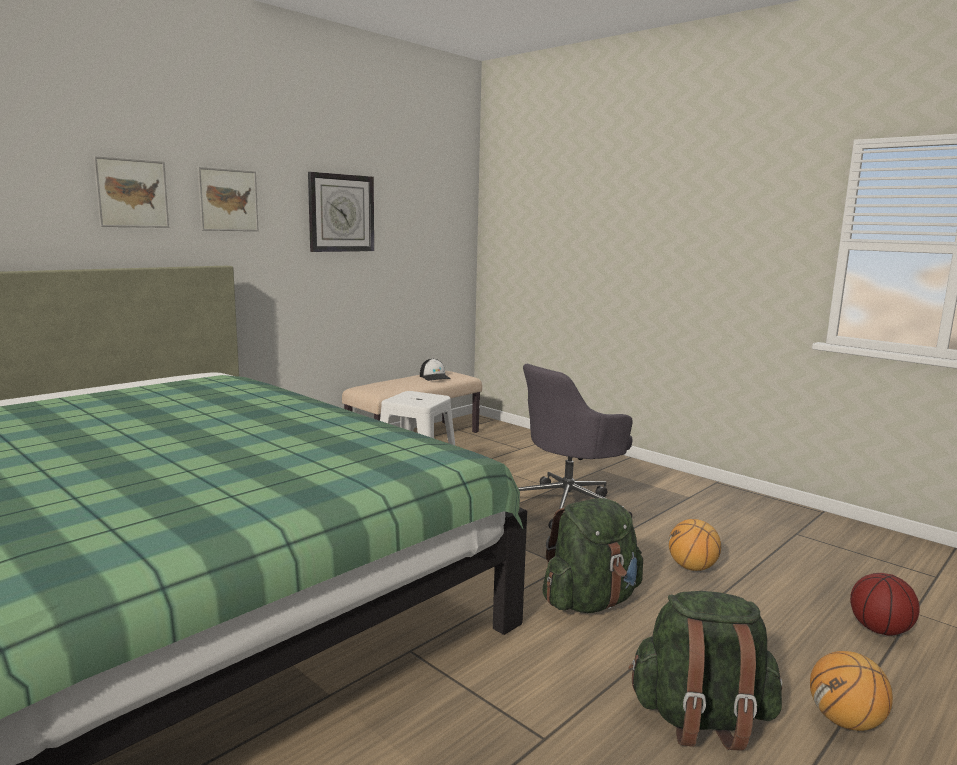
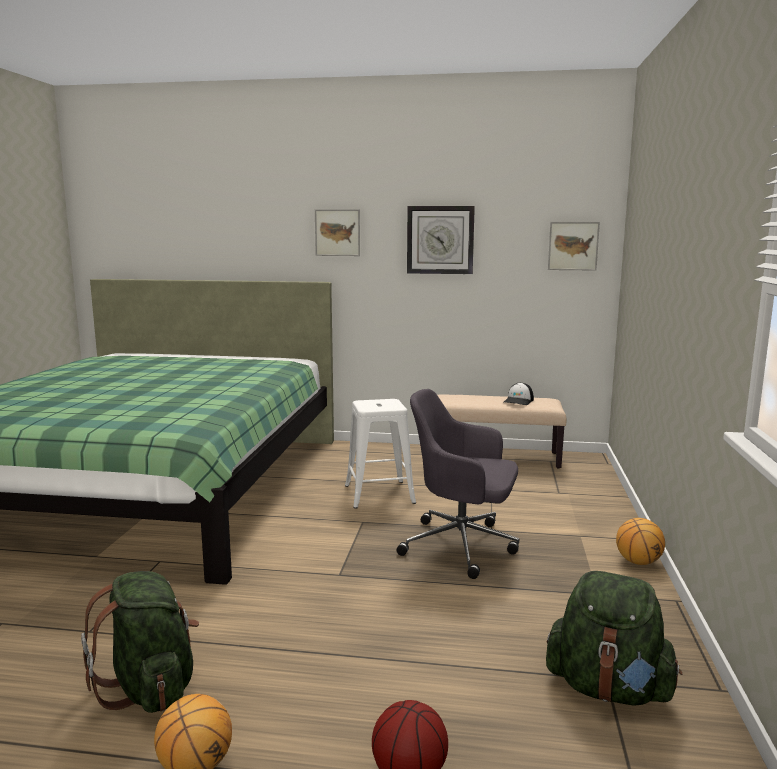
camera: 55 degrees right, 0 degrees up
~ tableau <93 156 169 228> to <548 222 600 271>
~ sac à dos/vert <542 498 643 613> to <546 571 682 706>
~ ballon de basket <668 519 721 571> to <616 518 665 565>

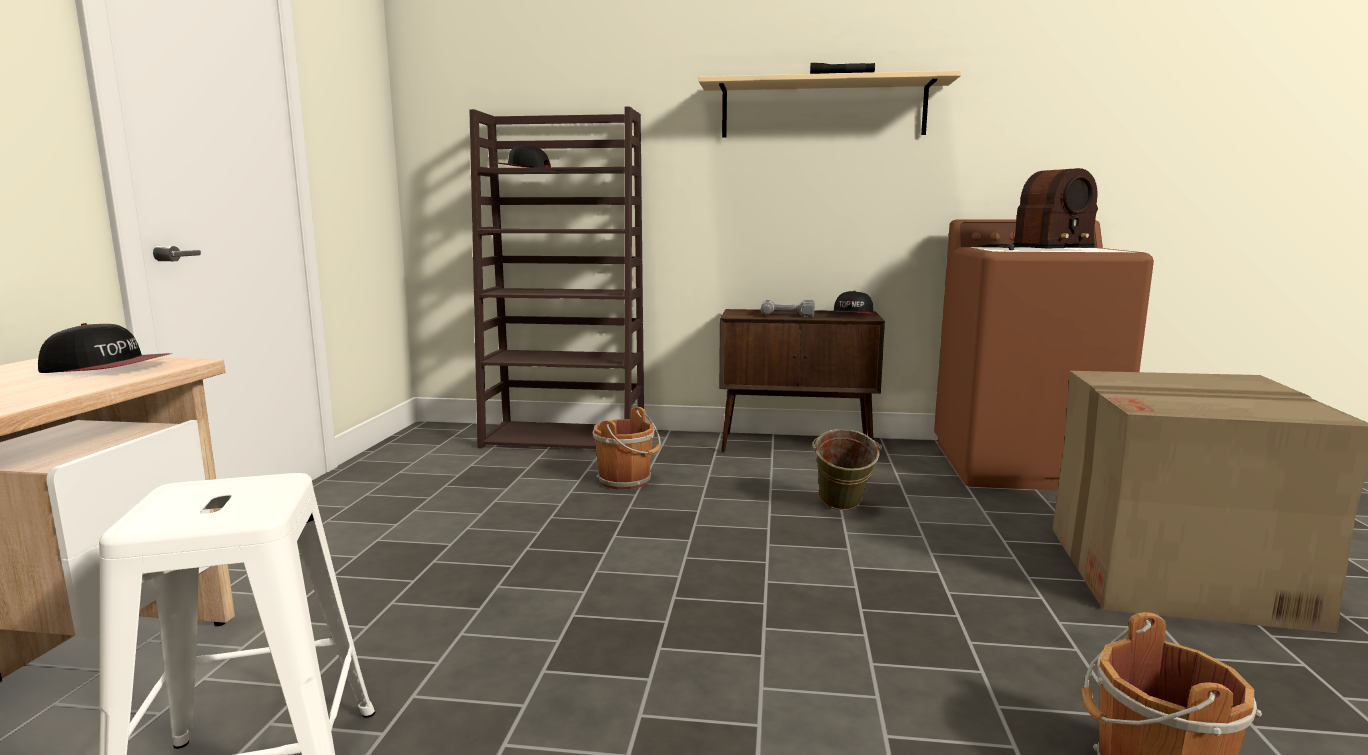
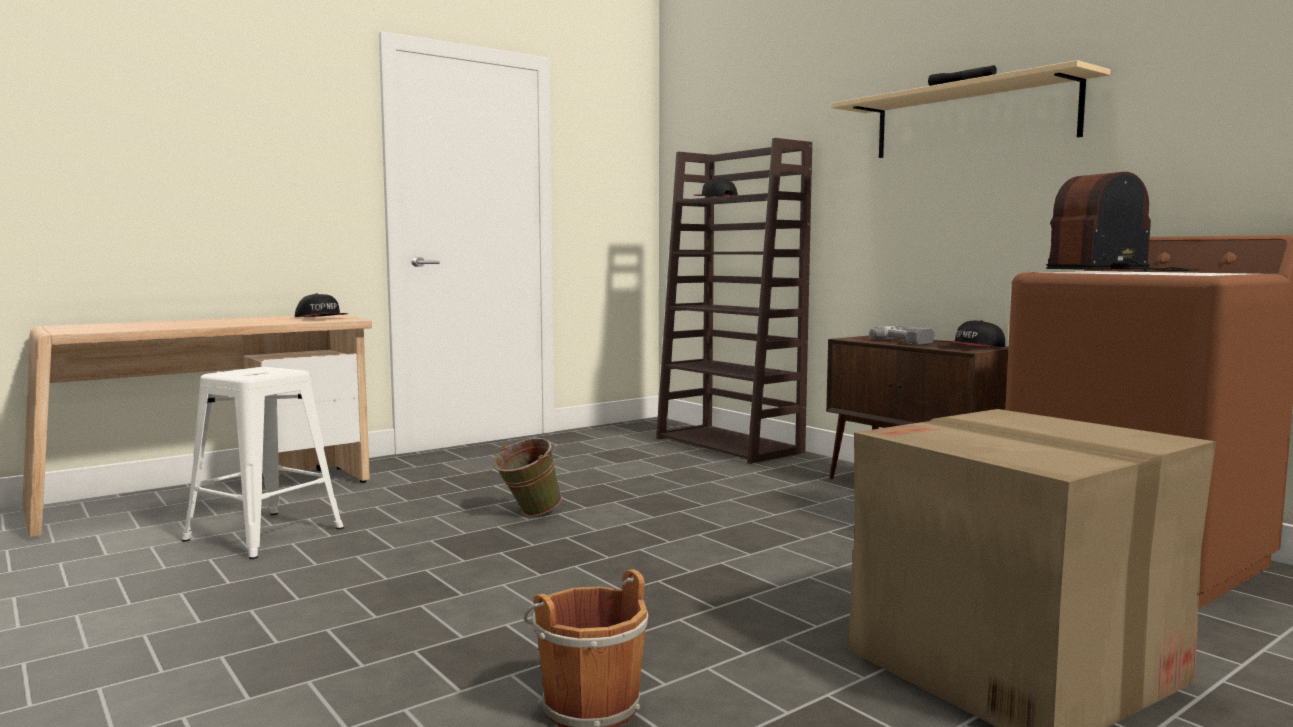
camera: 45 degrees right, 5 degrees down
~ radio <977 168 1098 250> = <1046 172 1201 272> 135 degrees clockwise
- seau/marron <593 407 661 490>
~ seau/vert <812 429 882 510> to <493 438 562 516>

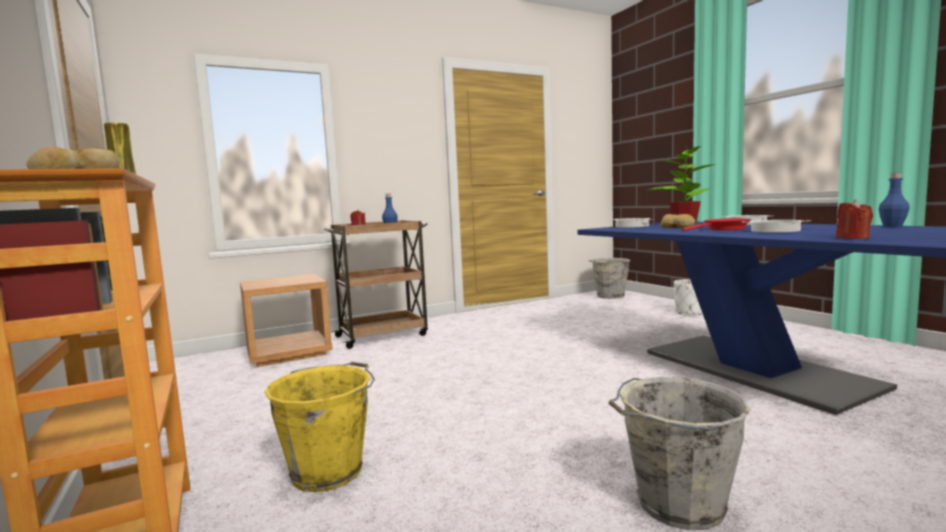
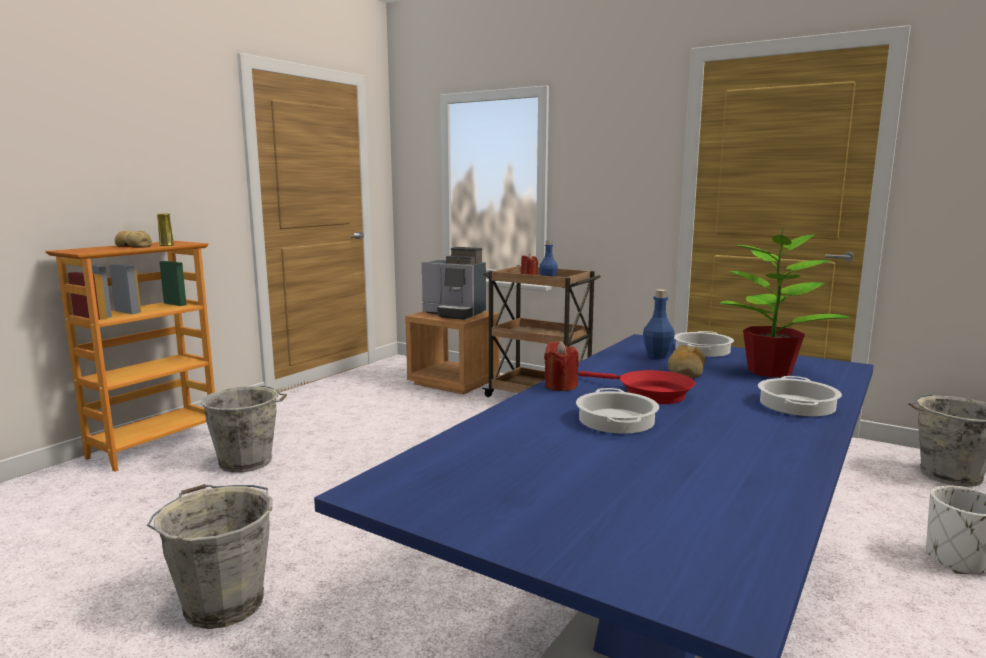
camera: 60 degrees right, 5 degrees up
~ bouteille/bleu <879 173 910 227> to <643 289 675 359>
~ bougie/rouge <836 199 873 239> to <544 341 579 391>
~ seau/jaune <264 362 375 492> to seau/gris <201 386 287 473>
+ machine à café <422 247 486 320>

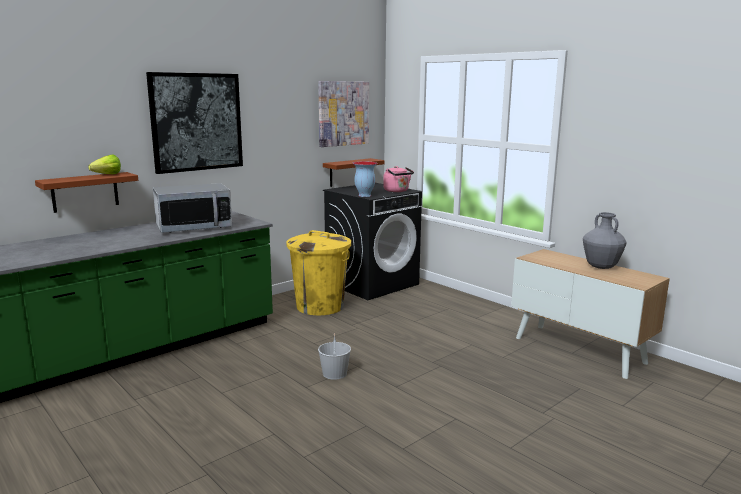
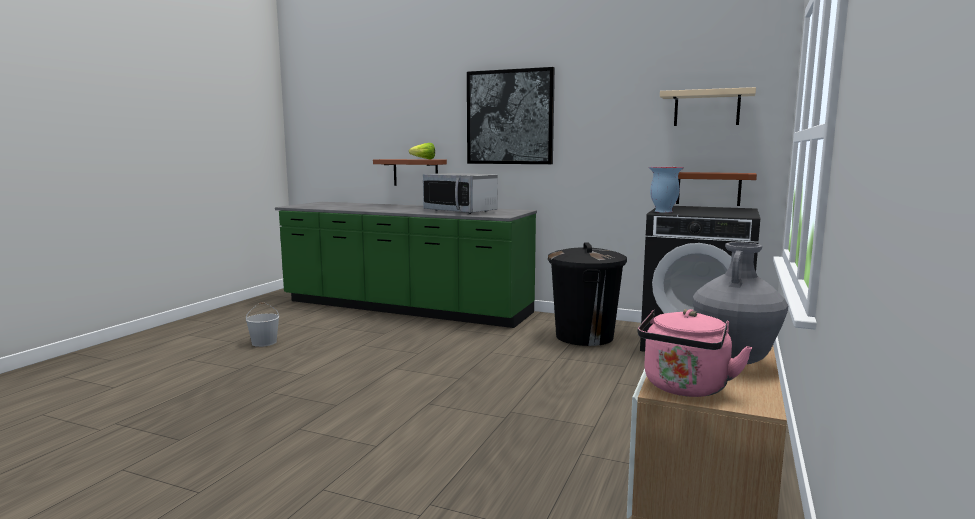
camera: 65 degrees right, 5 degrees down
~ tableau <318 81 369 147> to étagère/beige <660 87 756 126>
~ bouilloire/rose <383 166 414 192> to <637 309 753 397>
~ poubelle/jaune <286 230 351 315> to poubelle/noir <548 243 627 346>
~ seau/blanc <318 333 351 380> to <246 303 279 347>

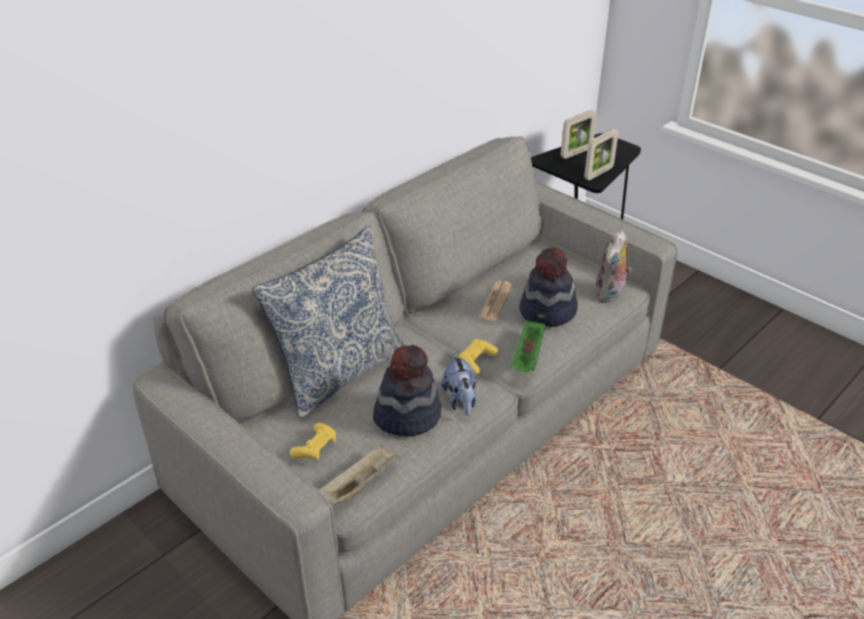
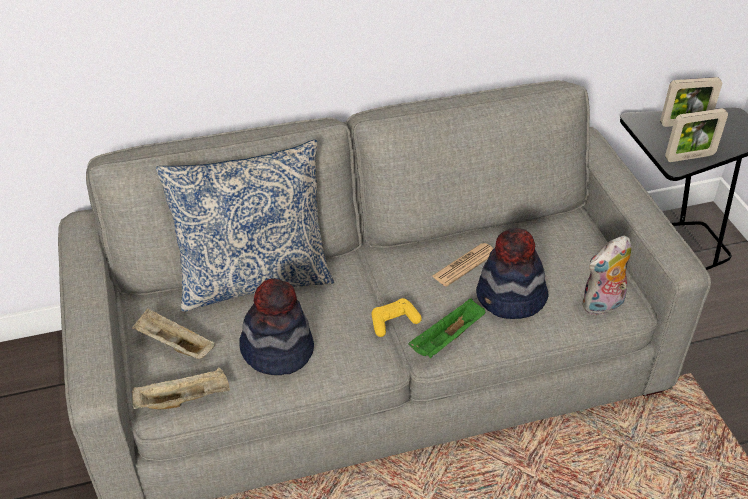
camera: 30 degrees right, 5 degrees up
- peluche <441 353 476 416>
~ manette/jaune <290 423 336 459> to plateau/beige <132 308 216 359>

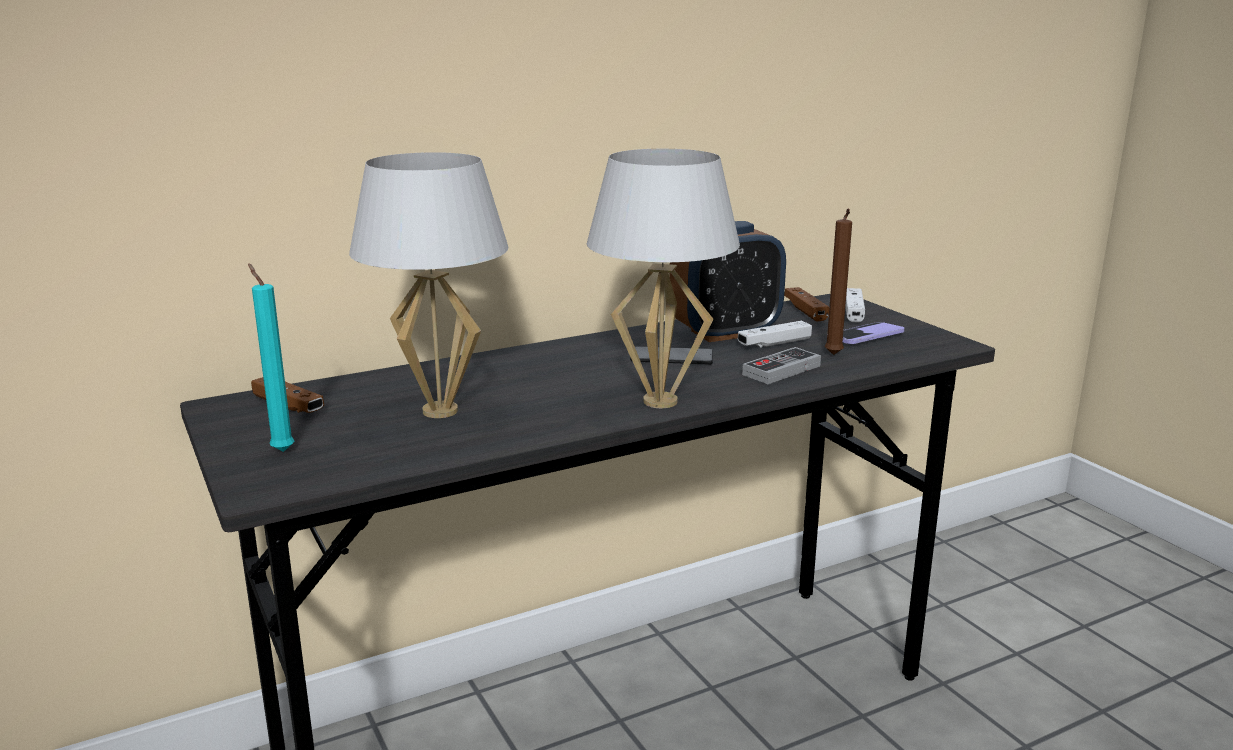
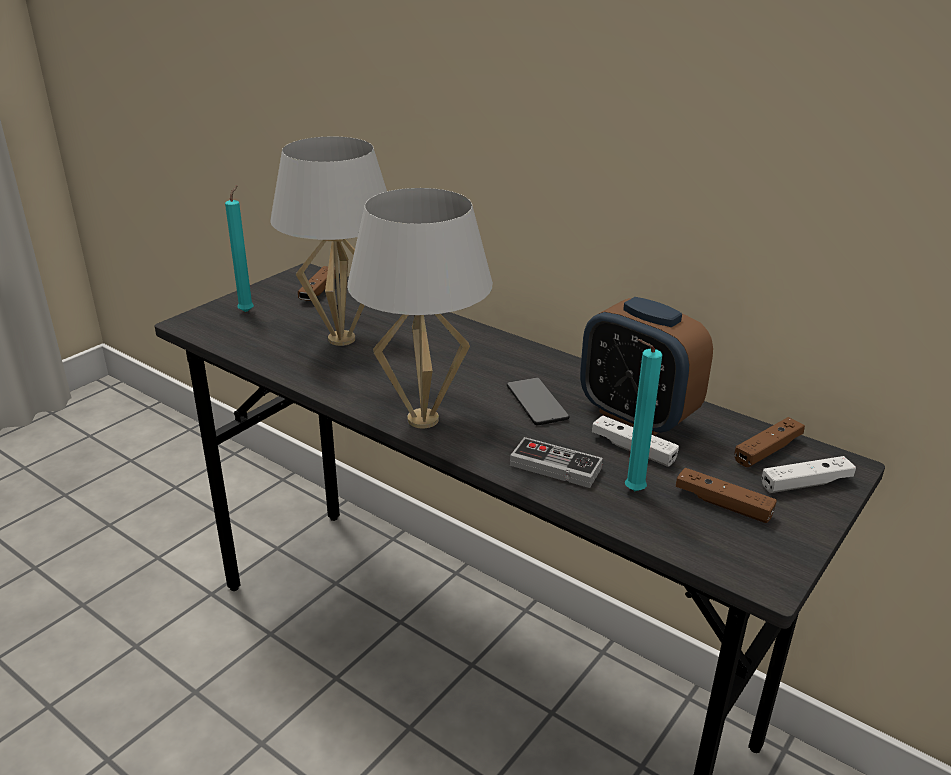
camera: 65 degrees right, 10 degrees up
~ bougie/marron <825 208 852 355> to bougie/turquoise <625 339 662 491>
~ téléphone <843 322 905 344> to manette/marron <676 468 777 523>

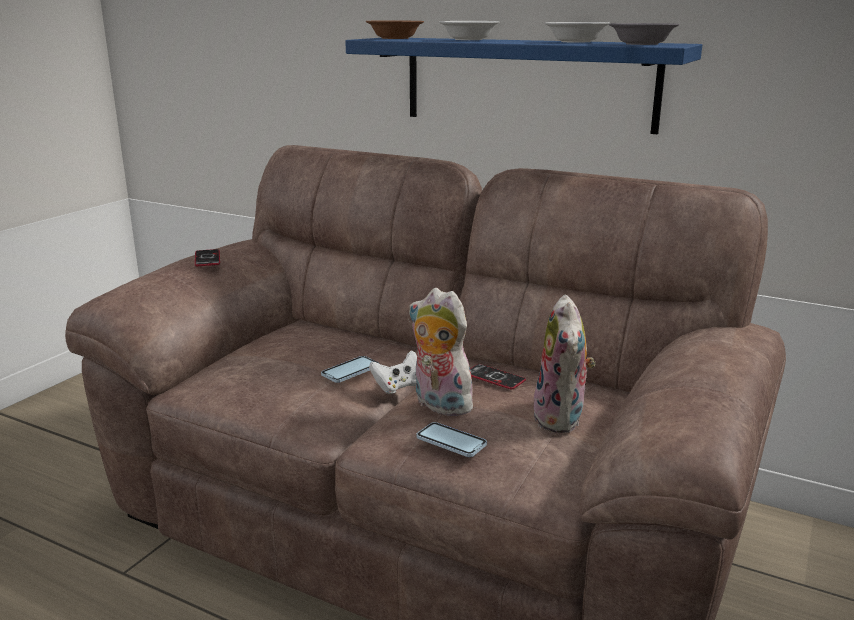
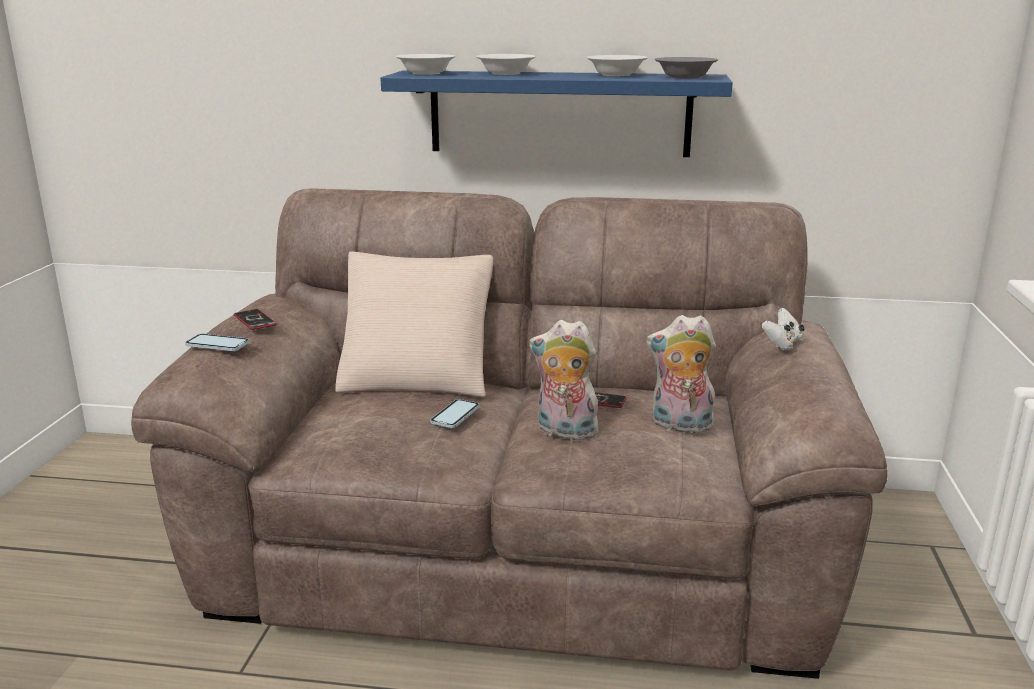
camera: 20 degrees left, 0 degrees up
~ bol/marron <366 21 424 39> to bol/blanc <396 54 456 75>
~ peluche <533 295 596 433> = <646 315 716 433> 120 degrees clockwise
~ manette/blanc <369 350 417 394> to <761 308 805 350>
~ téléphone <416 422 487 457> to <185 334 250 351>
+ coussin/beige <335 252 493 397>

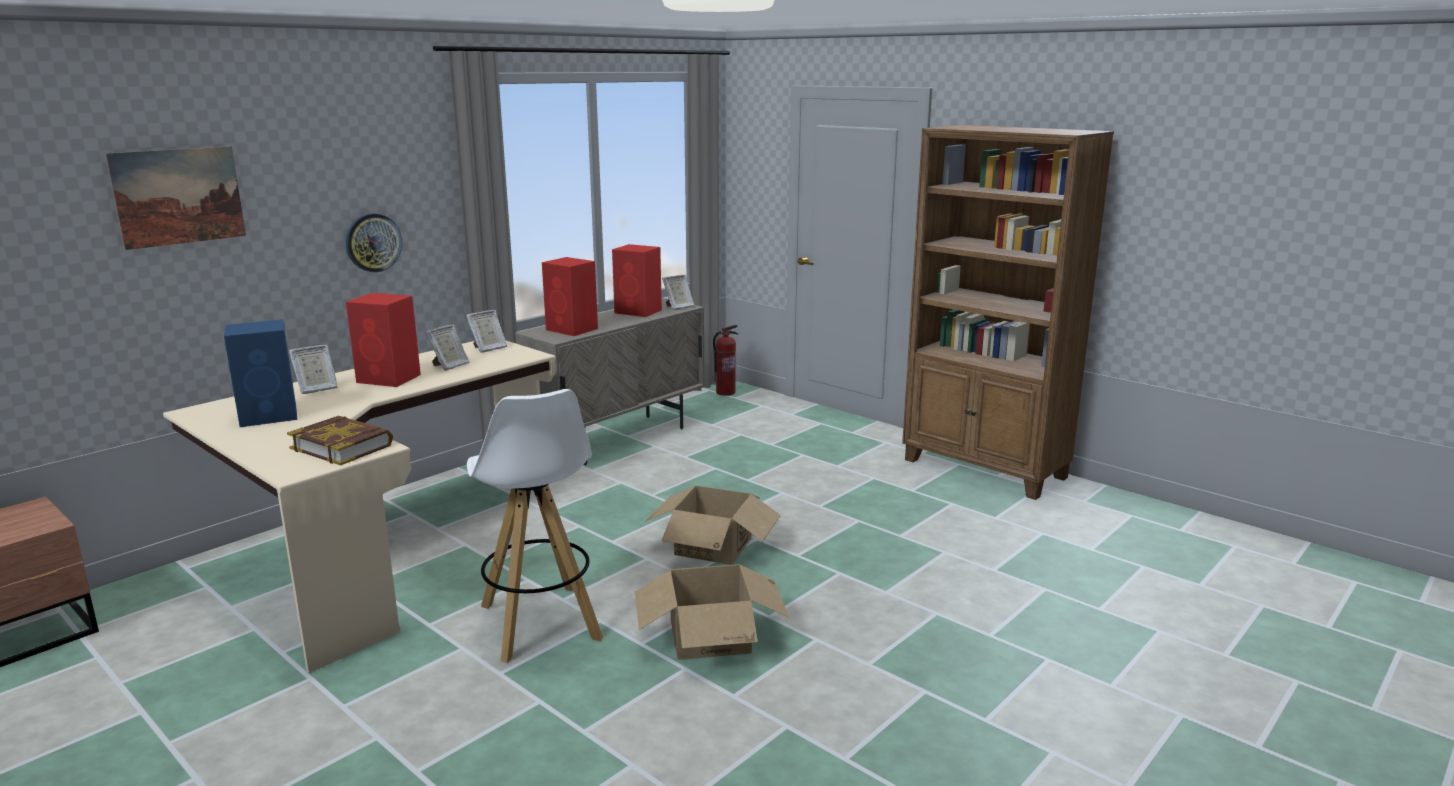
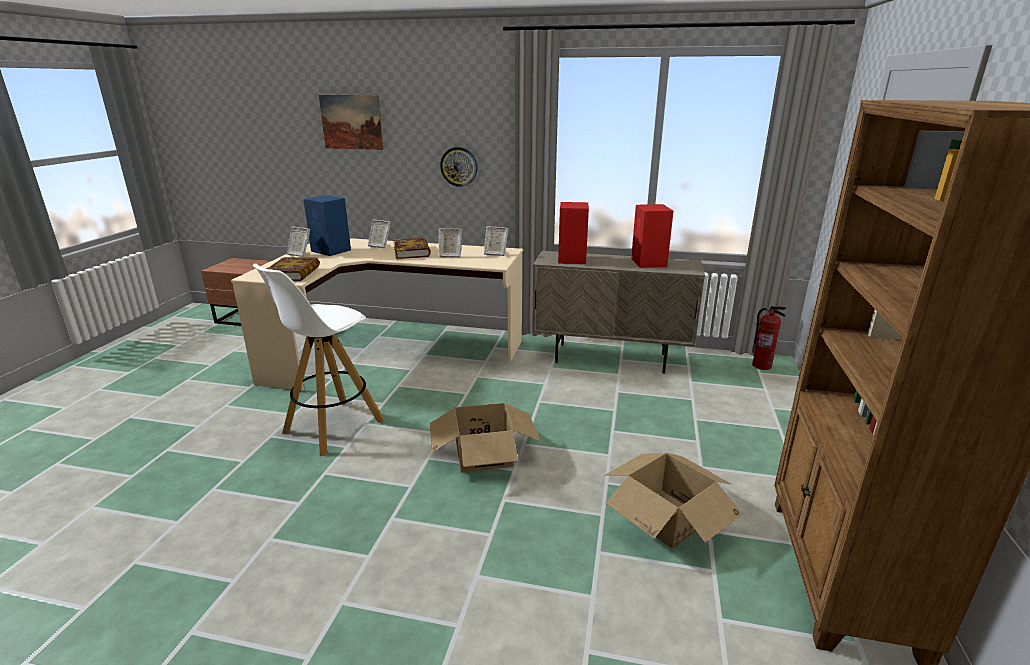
camera: 60 degrees right, 5 degrees up
~ cadre photo <662 275 694 310> to <287 227 310 257>
~ enceinte/rouge <346 293 421 387> to livre <394 238 431 259>
~ carton <635 564 789 660> to <605 453 742 549>

